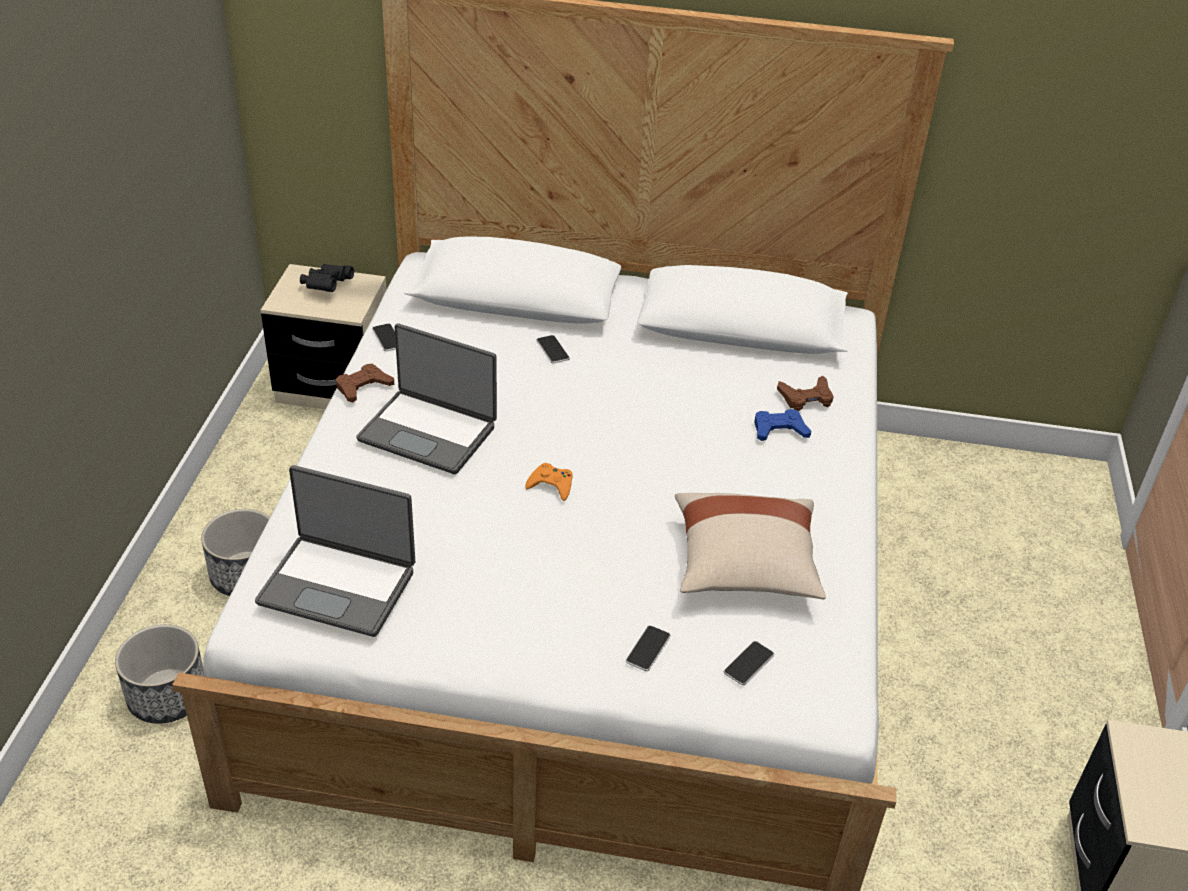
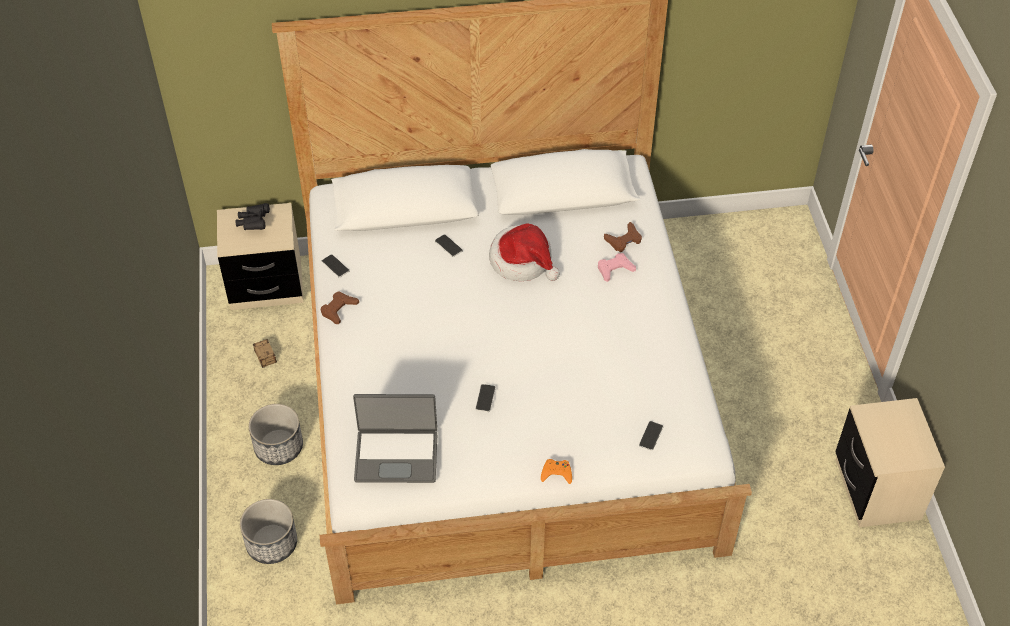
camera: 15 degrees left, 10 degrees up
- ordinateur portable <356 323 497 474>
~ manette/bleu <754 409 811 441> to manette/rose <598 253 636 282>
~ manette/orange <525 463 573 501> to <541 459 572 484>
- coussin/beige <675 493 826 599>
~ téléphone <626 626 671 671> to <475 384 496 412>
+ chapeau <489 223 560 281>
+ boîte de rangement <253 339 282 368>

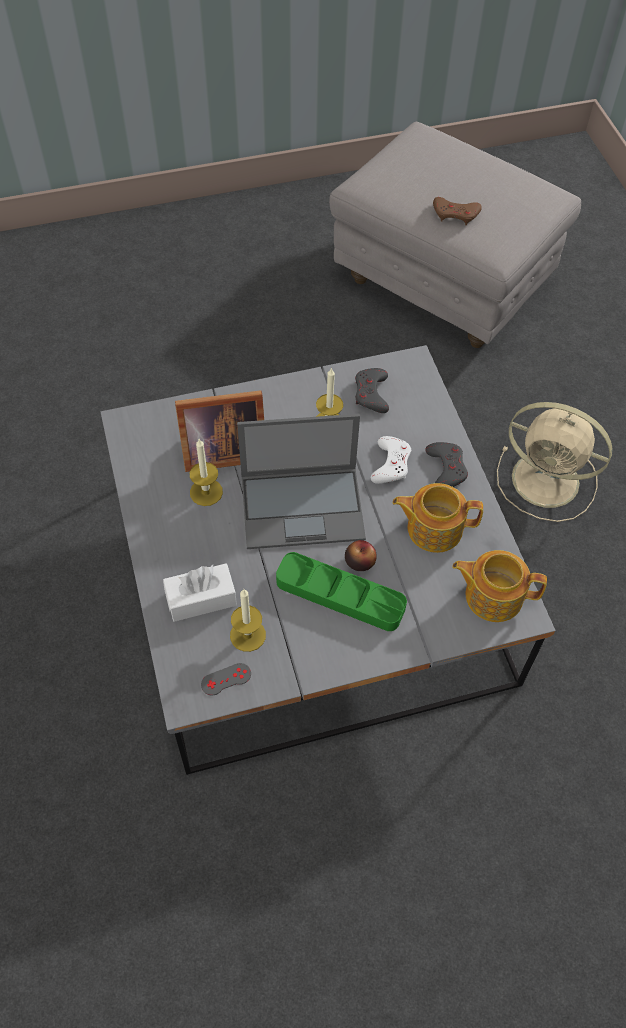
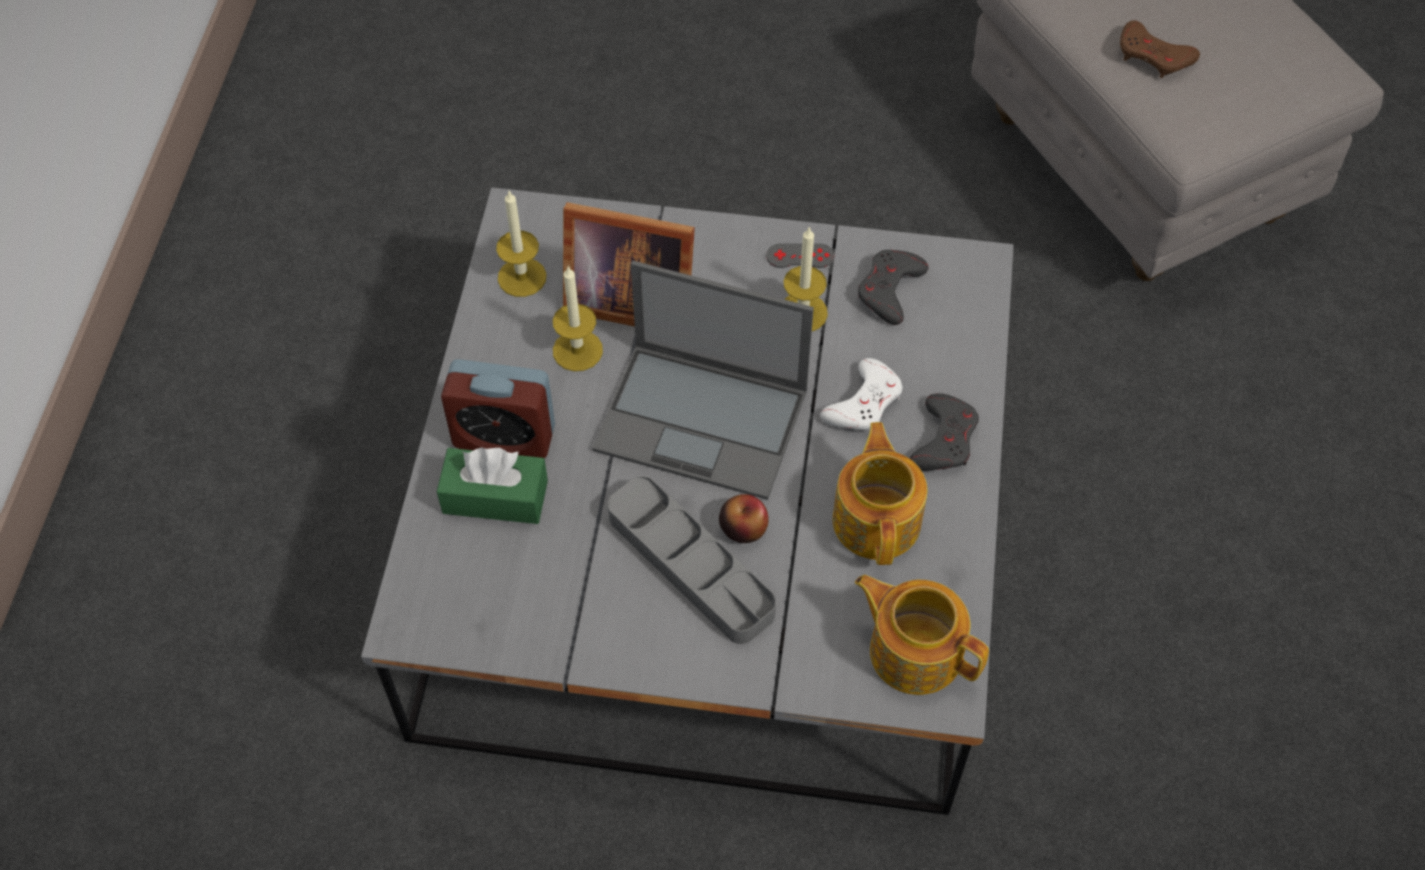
camera: 25 degrees right, 0 degrees up
- ventilateur/beige <497 402 613 522>
~ théière <393 483 483 553> = <833 422 927 565> 60 degrees clockwise
~ plateau/vert <276 552 407 631> to plateau/gris <608 476 776 644>
~ boîte à mouchoirs/blanc <163 563 237 622> to boîte à mouchoirs/vert <437 447 548 524>
~ bougie <230 589 266 652> to <496 191 547 297>
~ manette/gris <201 663 251 695> to <766 243 835 268>
+ réveil <441 359 555 459>

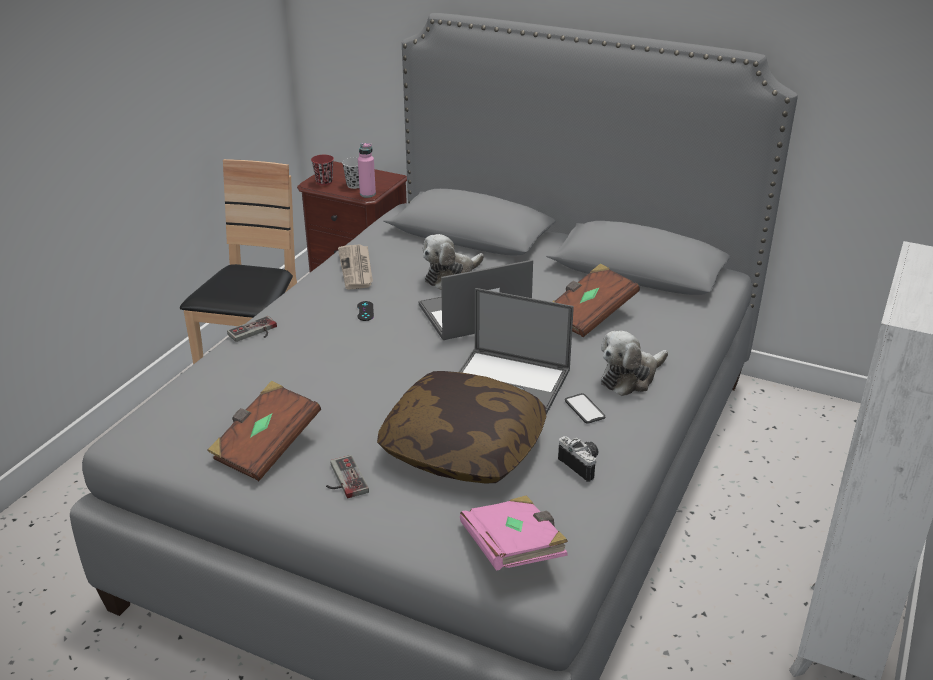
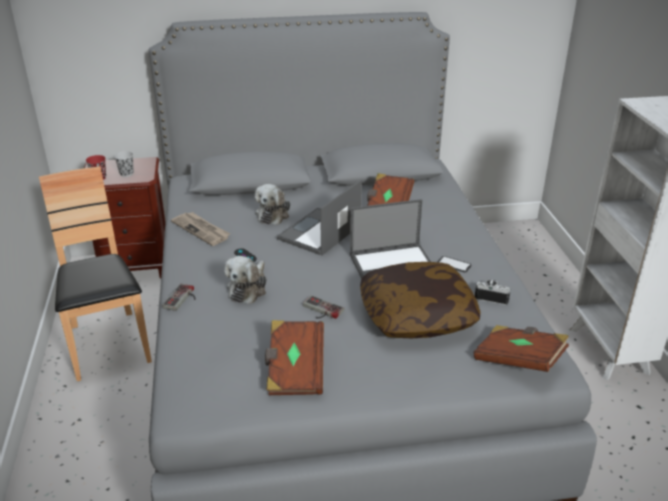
camera: 35 degrees left, 0 degrees up
- bouteille/rose <358 143 376 198>
~ peluche <601 331 668 396> to <224 256 267 304>
~ manette <326 455 369 498> to <303 295 344 319>
~ livre/rose <460 495 568 570> to livre/marron <474 325 569 372>

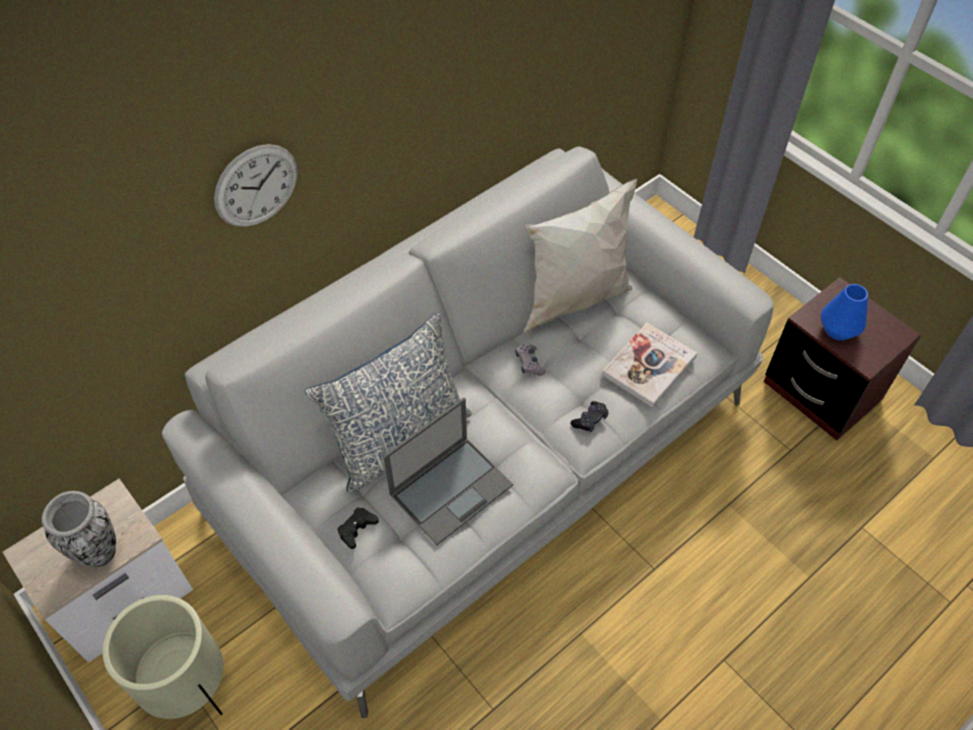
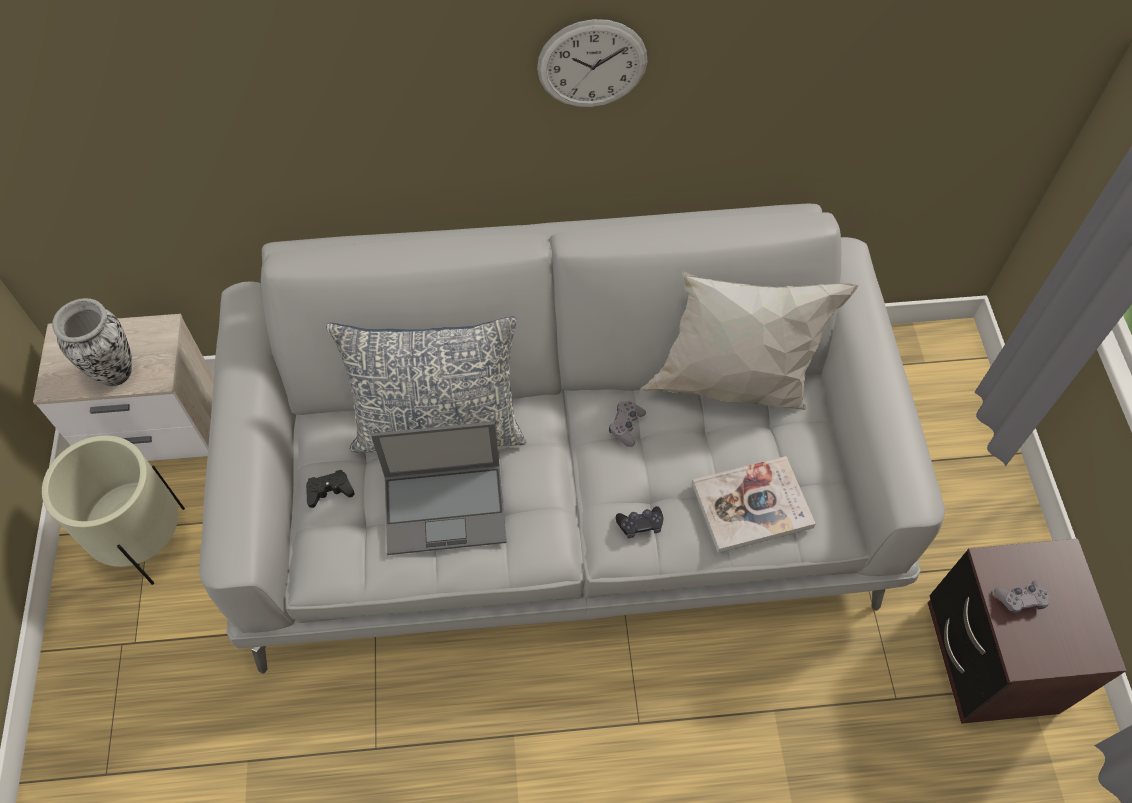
camera: 35 degrees right, 5 degrees up
~ horloge murale <214 144 298 227> to <537 19 648 107>
~ vase/bleu <821 284 868 341> to manette/gris <994 580 1049 614>

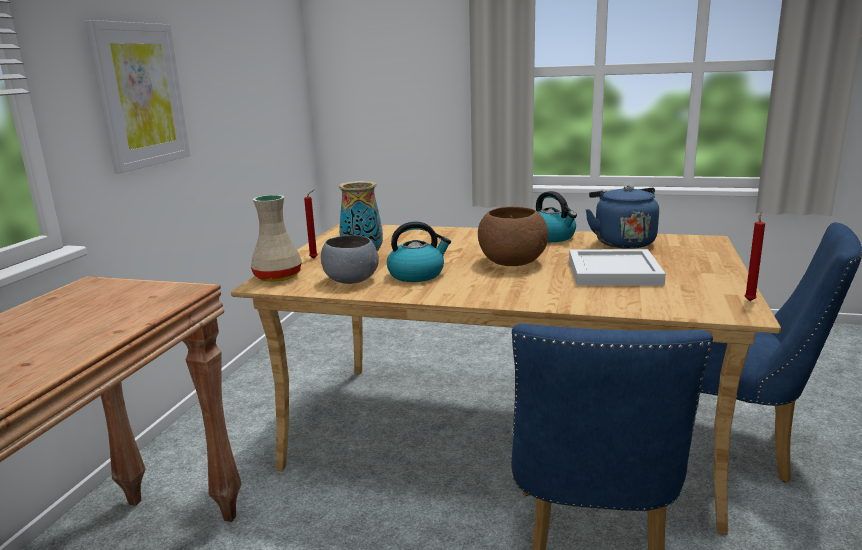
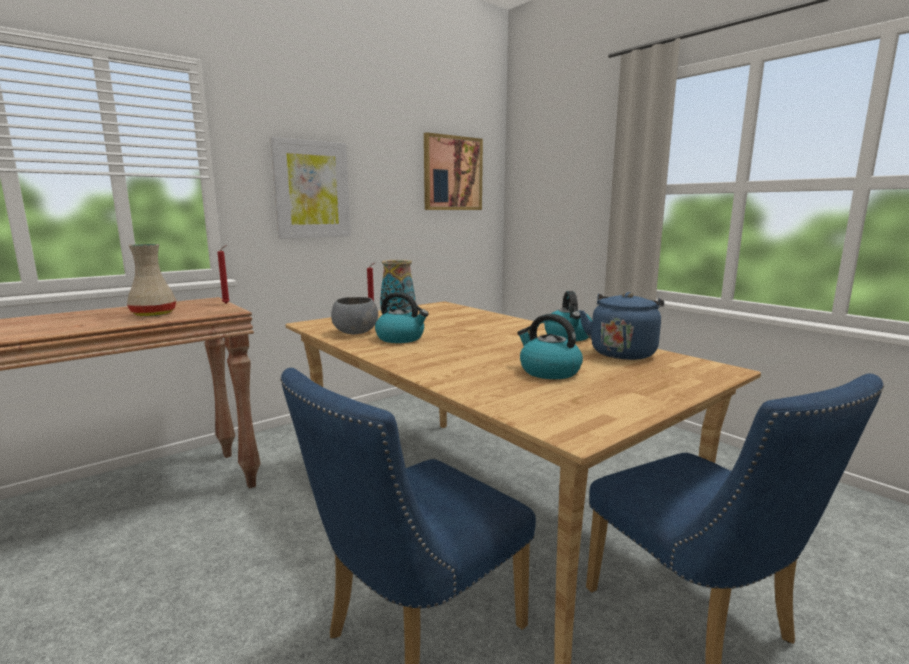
camera: 35 degrees right, 5 degrees down
~ vase/beige <251 195 301 282> to <127 244 176 316>
- bol/marron <478 206 548 266>
~ bougie/rouge <745 212 765 301> to <217 245 230 304>
~ plateau/blanc <569 249 666 286> to bouilloire <517 314 583 379>
+ tableau <424 132 483 210>

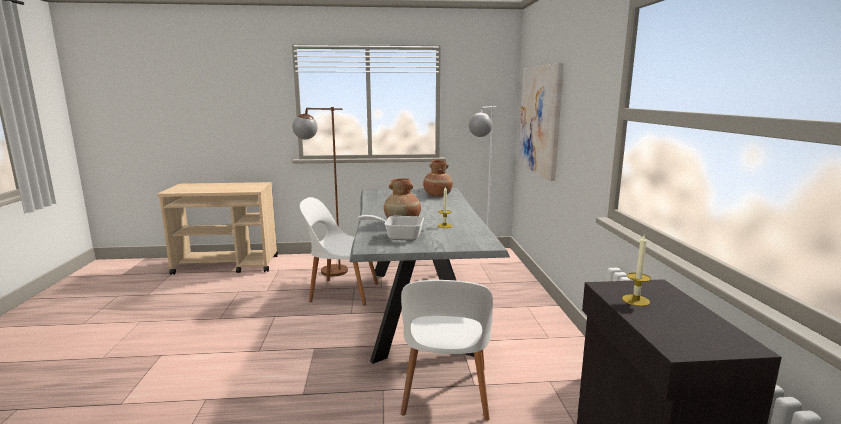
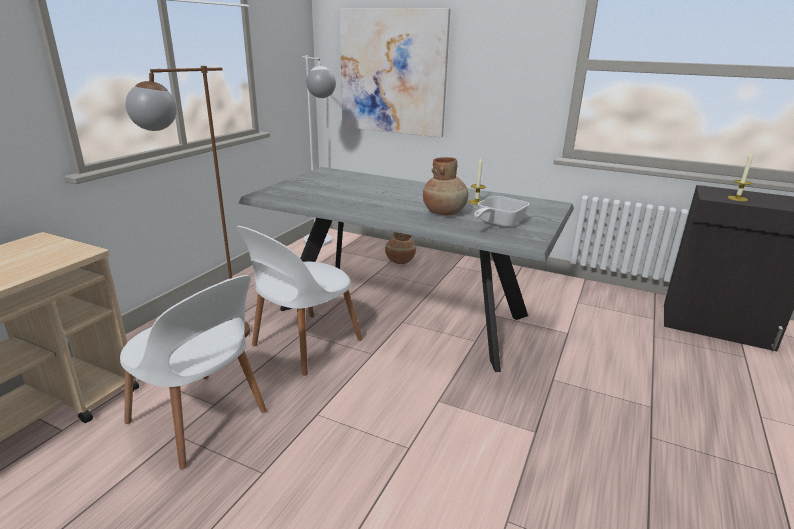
camera: 60 degrees left, 10 degrees up
~ vase/marron <423 160 453 197> to <385 232 416 264>
~ chaise/blanc <401 280 493 421> to <120 275 267 470>

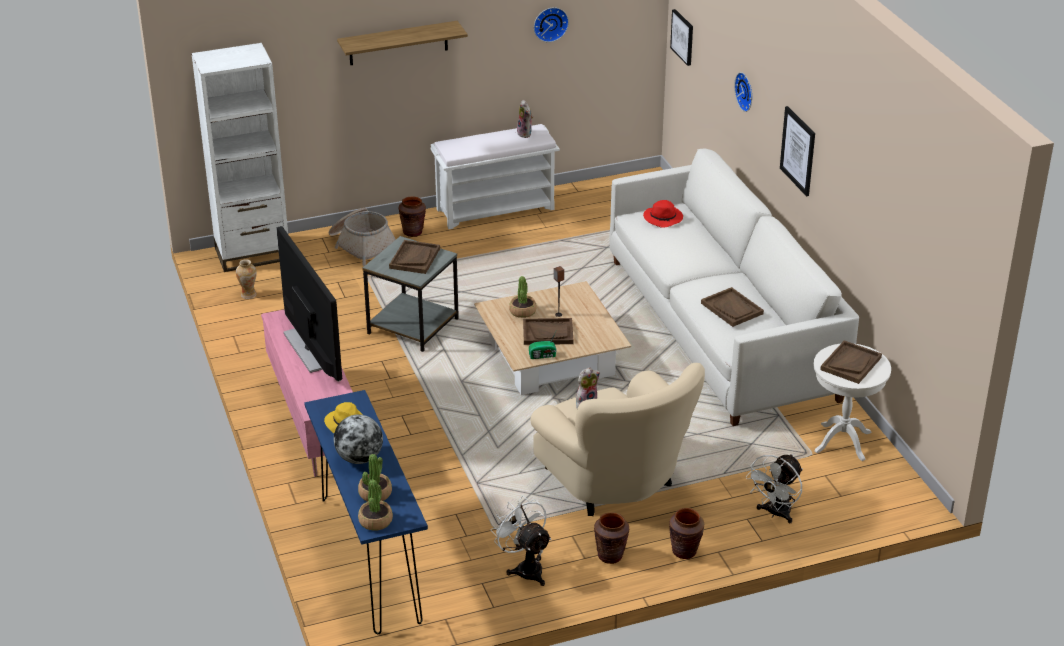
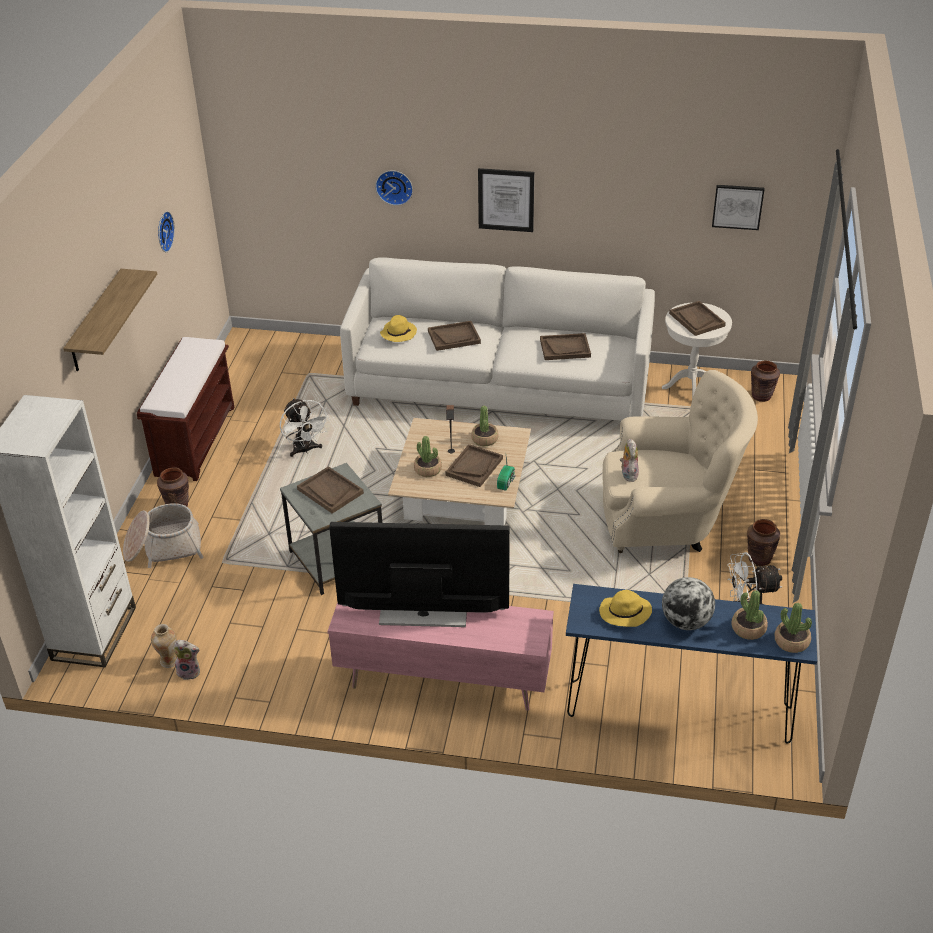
camera: 60 degrees left, 5 degrees up
~ tableau <670 9 693 66> to <712 185 764 230>
~ peluche <517 100 533 138> to <173 640 200 680>
~ banc/blanc <431 124 560 229> to banc/marron <137 337 235 481>
~ chapeau/rouge <643 200 683 228> to chapeau/jaune <380 315 417 342>
~ ventilateur/blanc <746 454 803 523> to <280 398 329 457>
~ vase/marron <669 508 704 559> to <751 361 780 402>
+ plateau/marron <428 321 481 351>
+ plante en pot <471 406 499 446>

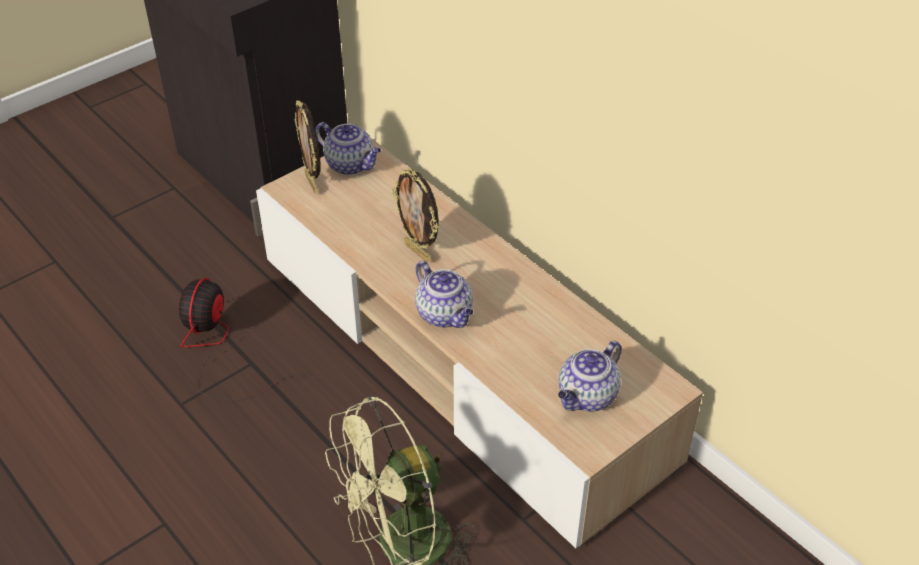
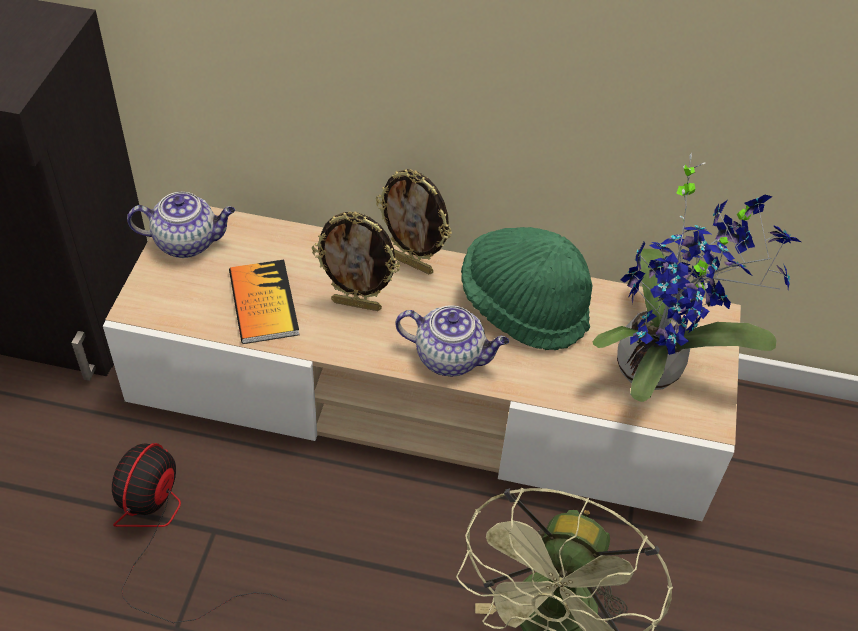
camera: 40 degrees left, 5 degrees up
~ cadre photo <295 101 321 194> to <376 169 452 275>
~ ventilateur <179 278 320 401> = <112 443 287 623> 45 degrees clockwise
~ théière <558 340 621 411> to plante en pot <593 153 801 402>
+ chapeau/vert <461 227 592 350>
+ livre <229 260 299 344>

